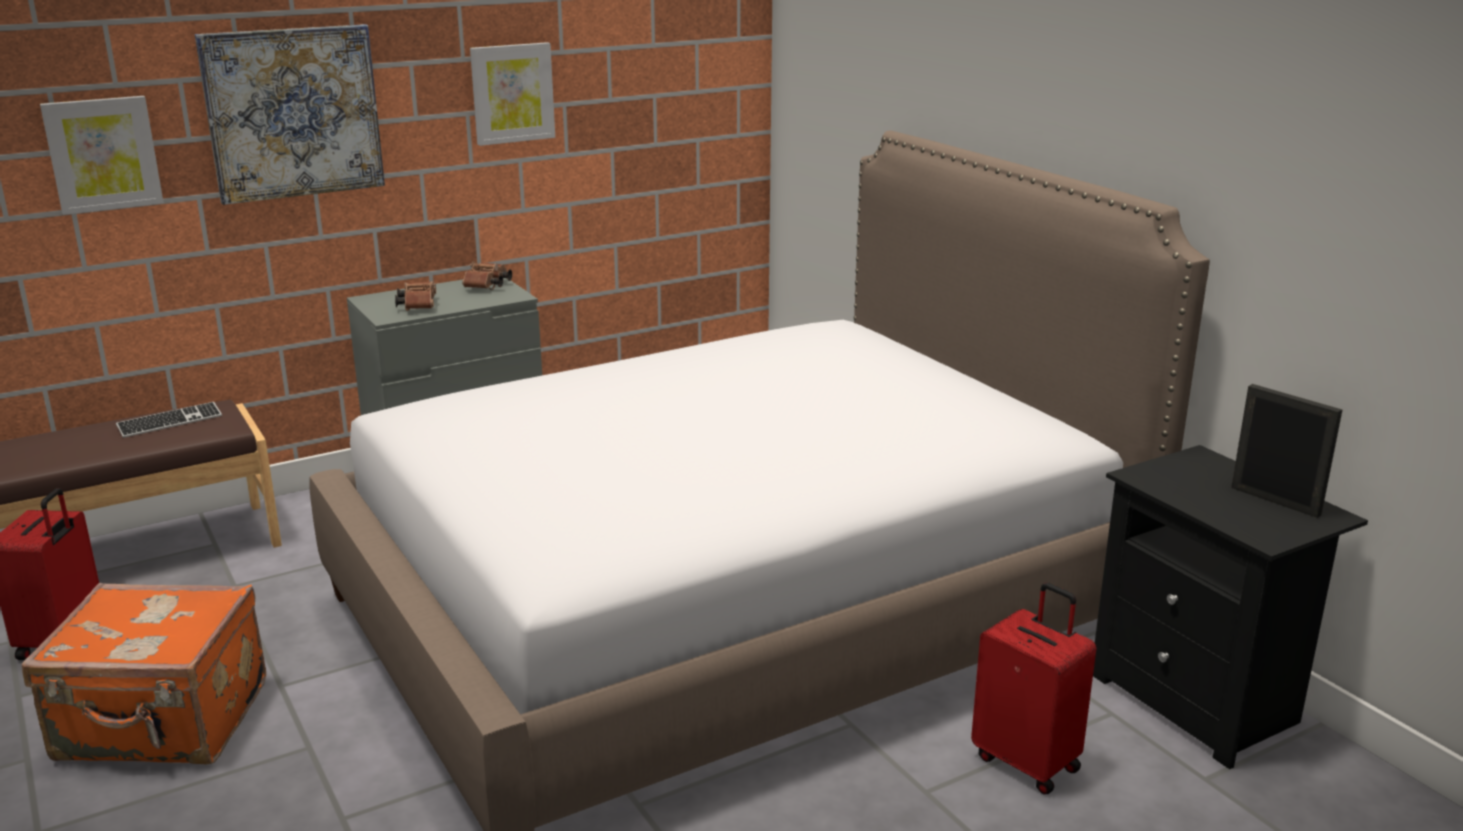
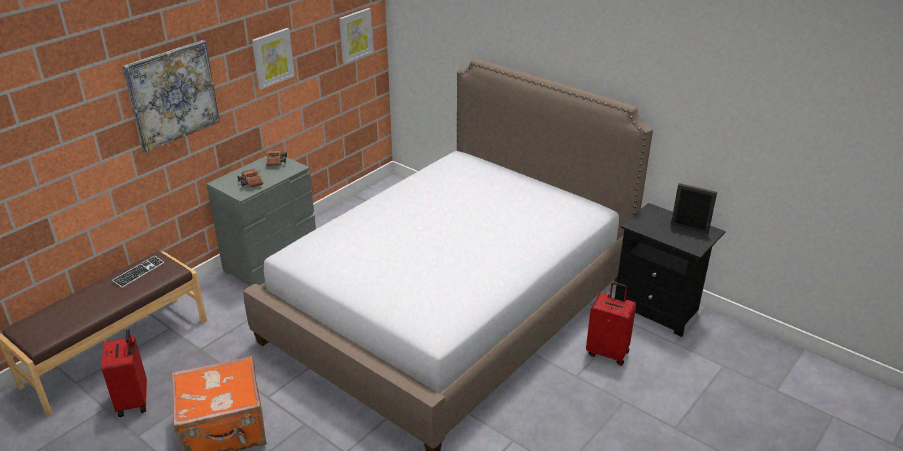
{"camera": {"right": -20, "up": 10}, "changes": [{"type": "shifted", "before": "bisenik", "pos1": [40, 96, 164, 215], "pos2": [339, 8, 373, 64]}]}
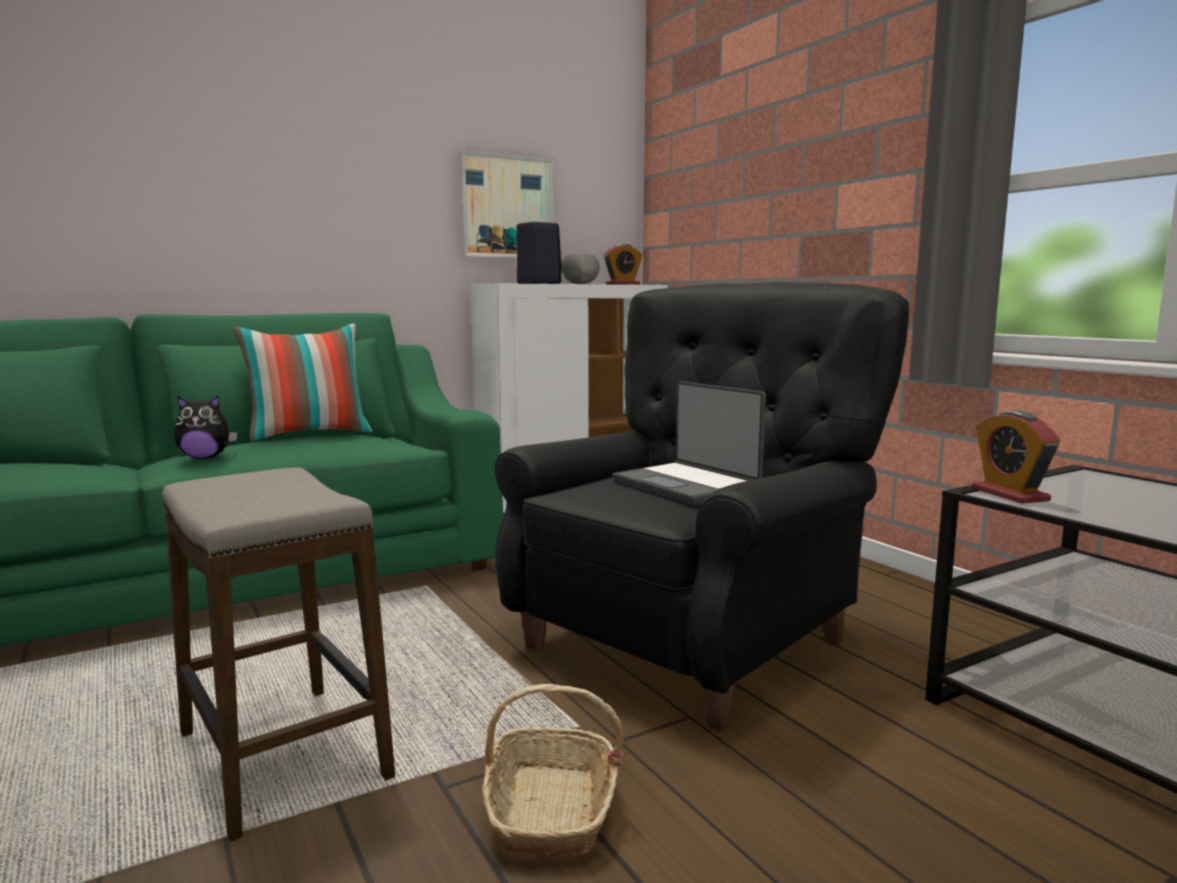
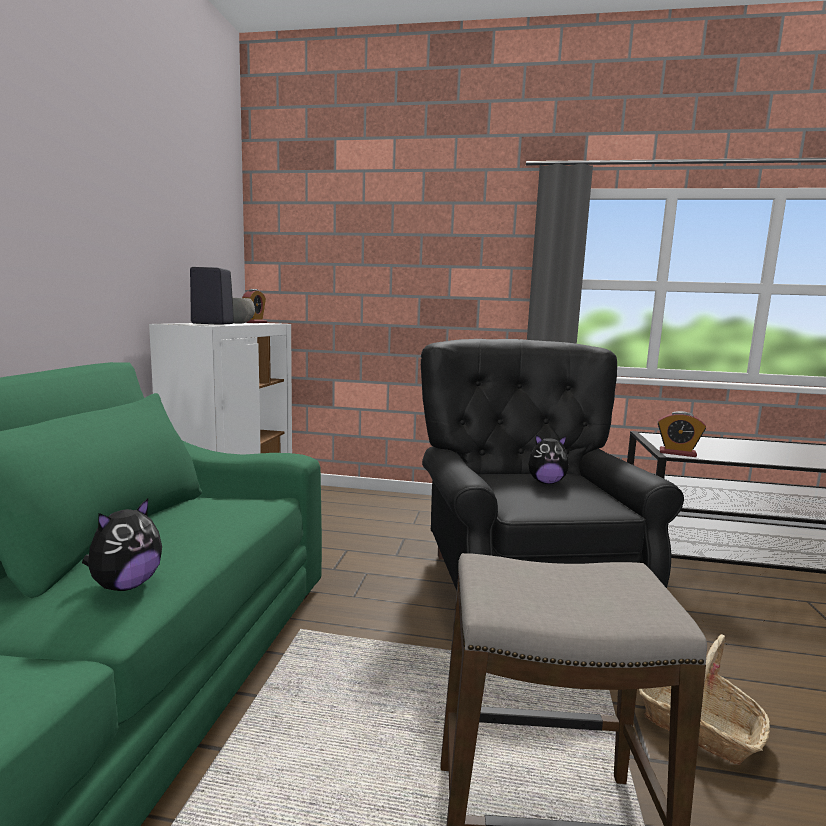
{"camera": {"right": -50, "up": 0}, "changes": [{"type": "gone", "before": "bisenik", "pos1": [459, 150, 554, 258]}, {"type": "gone", "before": "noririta", "pos1": [233, 324, 372, 442]}, {"type": "swapped", "before": "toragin", "after": "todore", "pos1": [612, 381, 766, 505], "pos2": [528, 434, 569, 484]}]}
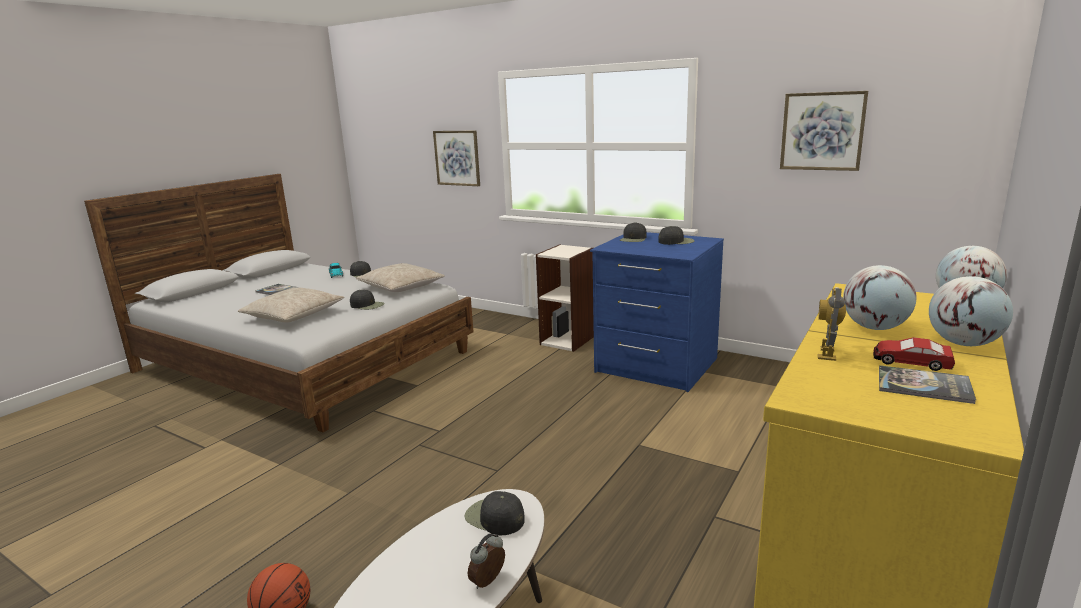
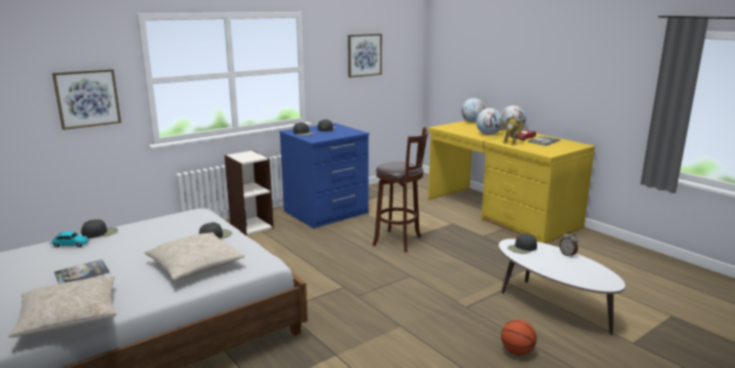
{"camera": {"right": -70, "up": 0}, "changes": [{"type": "shifted", "before": "beige noririta", "pos1": [356, 263, 445, 292], "pos2": [8, 276, 117, 338]}, {"type": "new", "after": "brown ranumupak", "pos2": [372, 127, 429, 253]}]}
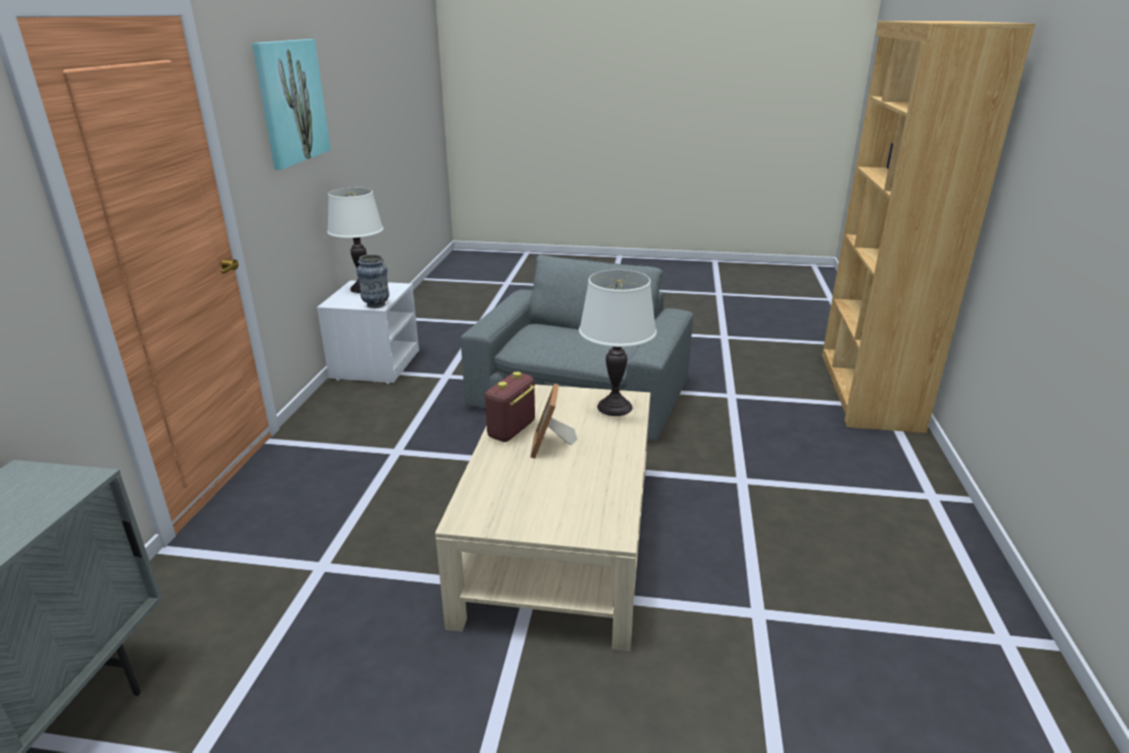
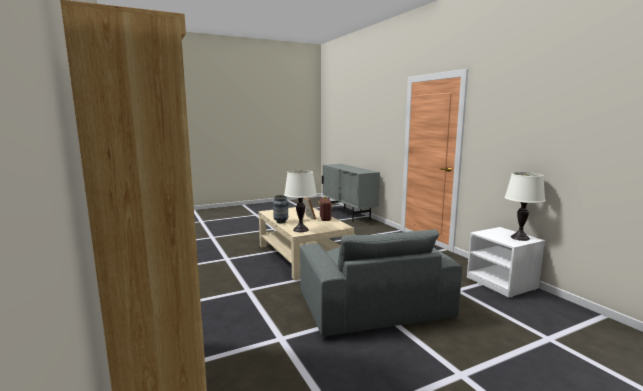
{"camera": {"right": 145, "up": -15}, "changes": [{"type": "gone", "before": "bisenik", "pos1": [252, 39, 331, 170]}, {"type": "shifted", "before": "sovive", "pos1": [357, 254, 389, 308], "pos2": [273, 195, 289, 223]}]}
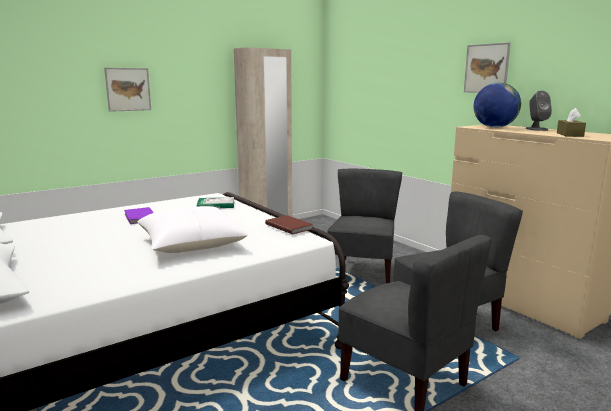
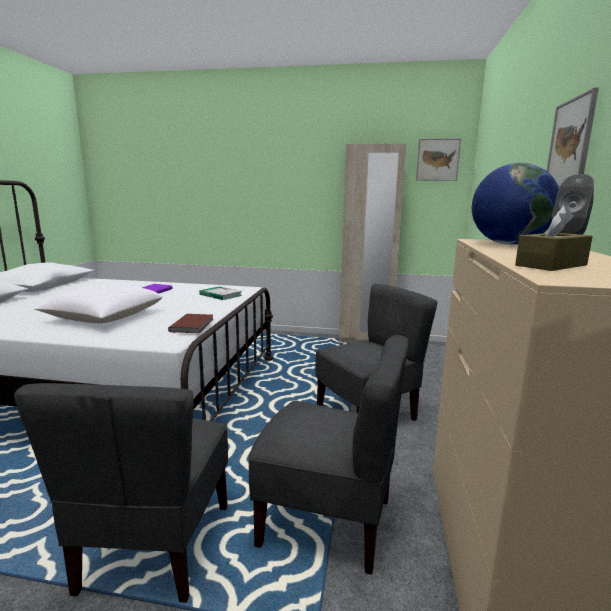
{"camera": {"right": 45, "up": 0}, "changes": [{"type": "shifted", "before": "bisenik", "pos1": [104, 68, 151, 112], "pos2": [416, 138, 461, 181]}]}
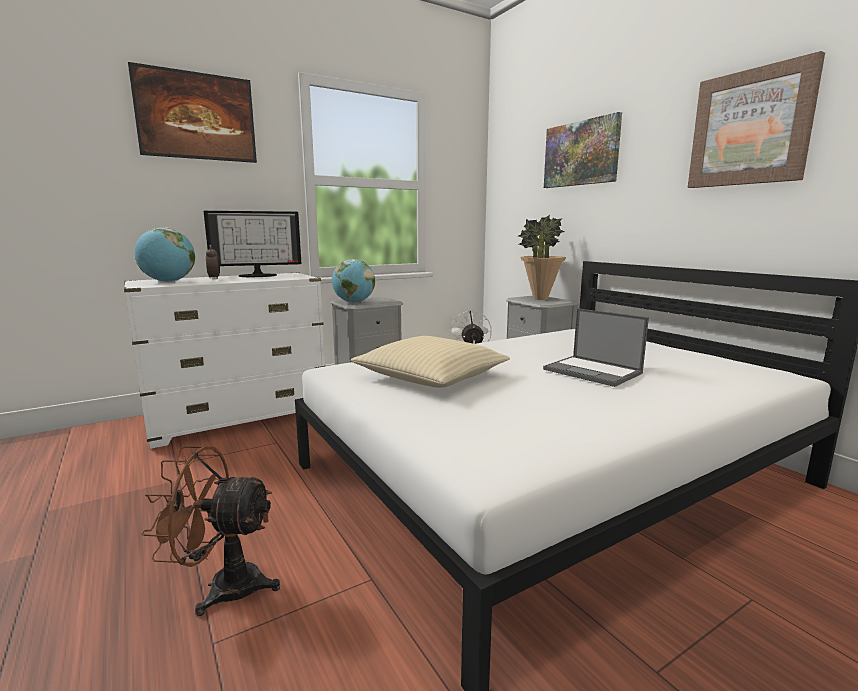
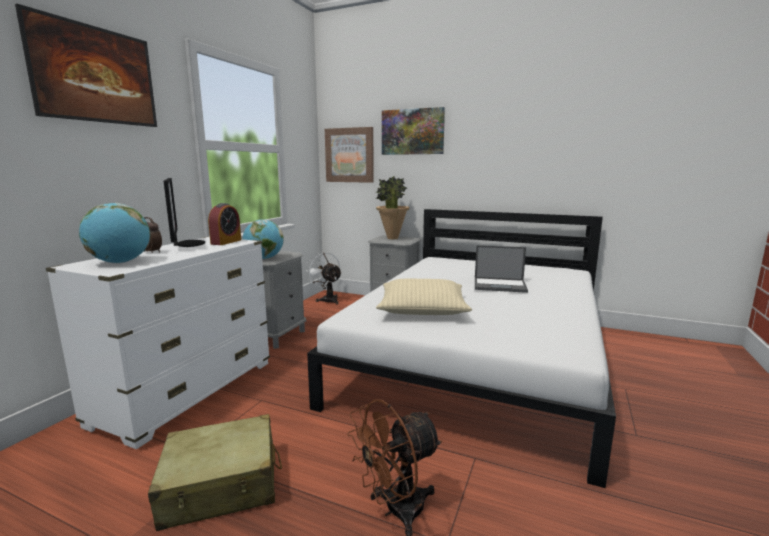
{"camera": {"right": -35, "up": 0}, "changes": [{"type": "shifted", "before": "bisenik", "pos1": [688, 51, 825, 188], "pos2": [325, 127, 374, 183]}, {"type": "rotated", "before": "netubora", "pos1": [203, 211, 302, 277], "pos2": [164, 178, 205, 247], "turn": -60}, {"type": "new", "after": "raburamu", "pos2": [208, 203, 241, 245]}, {"type": "new", "after": "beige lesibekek", "pos2": [148, 414, 282, 531]}]}
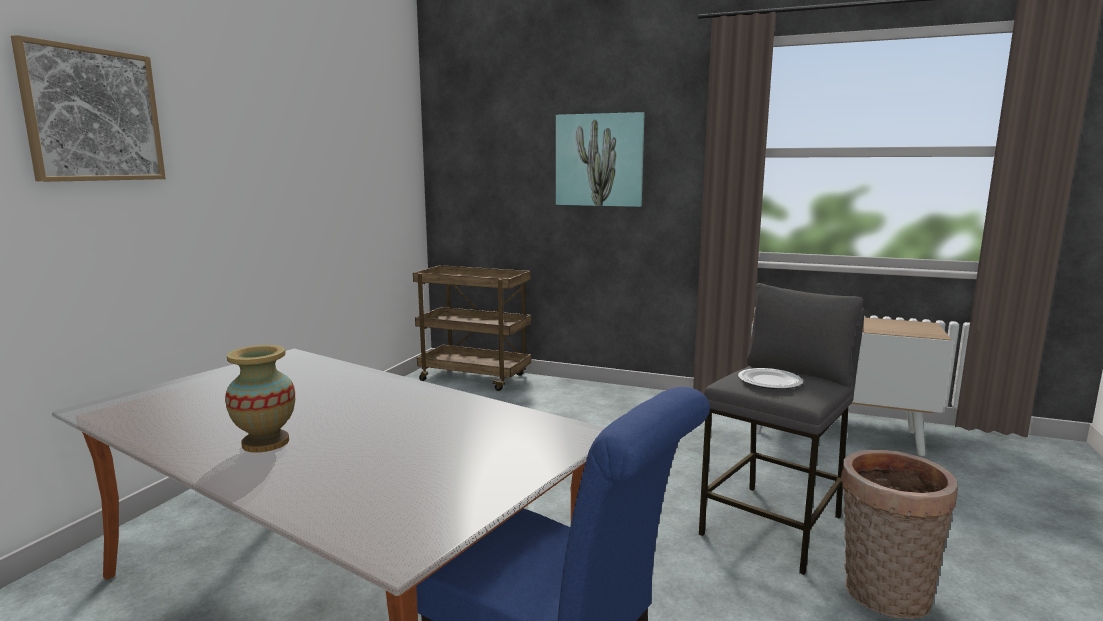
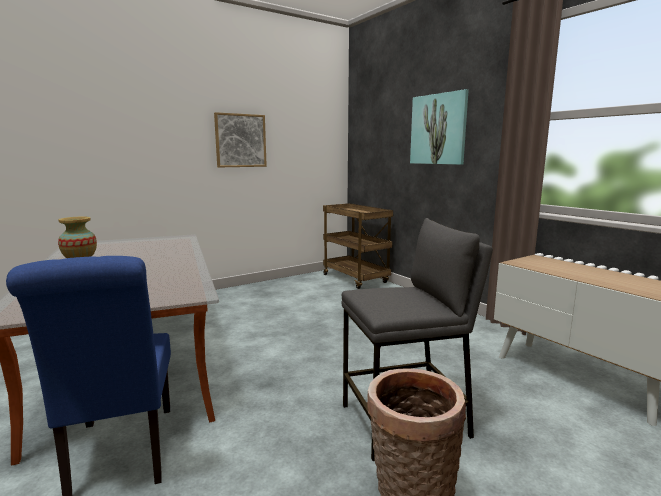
{"camera": {"right": 35, "up": 0}, "changes": [{"type": "shifted", "before": "bisenik", "pos1": [11, 35, 166, 182], "pos2": [214, 112, 267, 167]}, {"type": "gone", "before": "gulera", "pos1": [738, 368, 803, 389]}]}
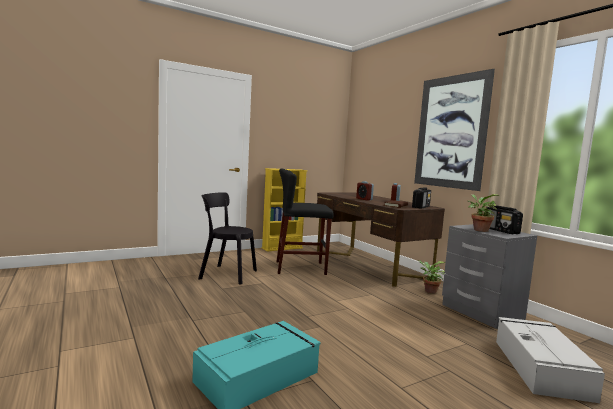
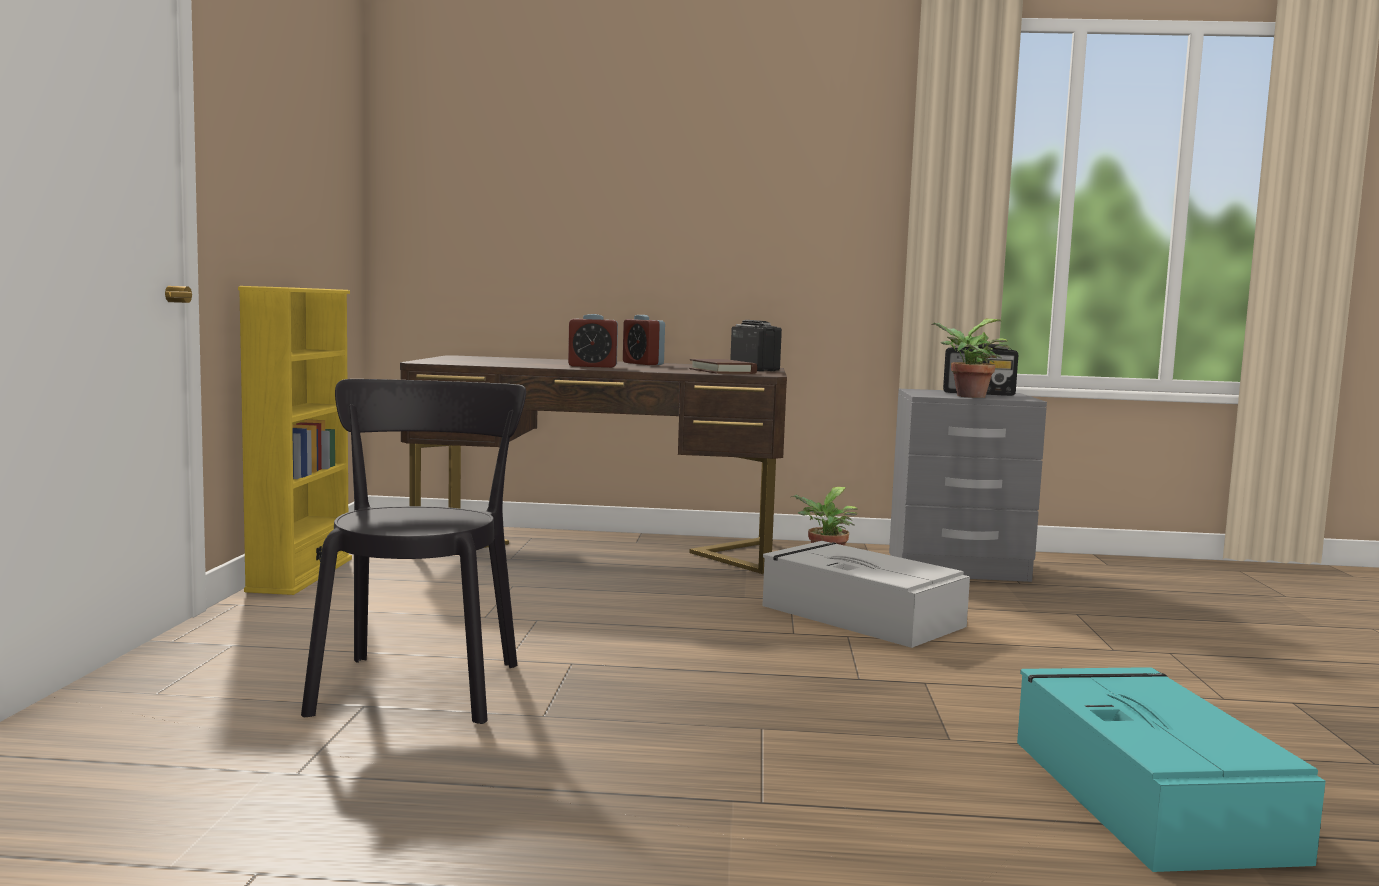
{"camera": {"right": -55, "up": 0}, "changes": [{"type": "gone", "before": "bisenik", "pos1": [414, 69, 495, 191]}, {"type": "gone", "before": "black ranumupak", "pos1": [276, 168, 334, 275]}, {"type": "rotated", "before": "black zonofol", "pos1": [198, 192, 257, 285], "pos2": [301, 379, 526, 724], "turn": 135}, {"type": "shifted", "before": "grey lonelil", "pos1": [496, 317, 605, 403], "pos2": [762, 541, 970, 648]}]}
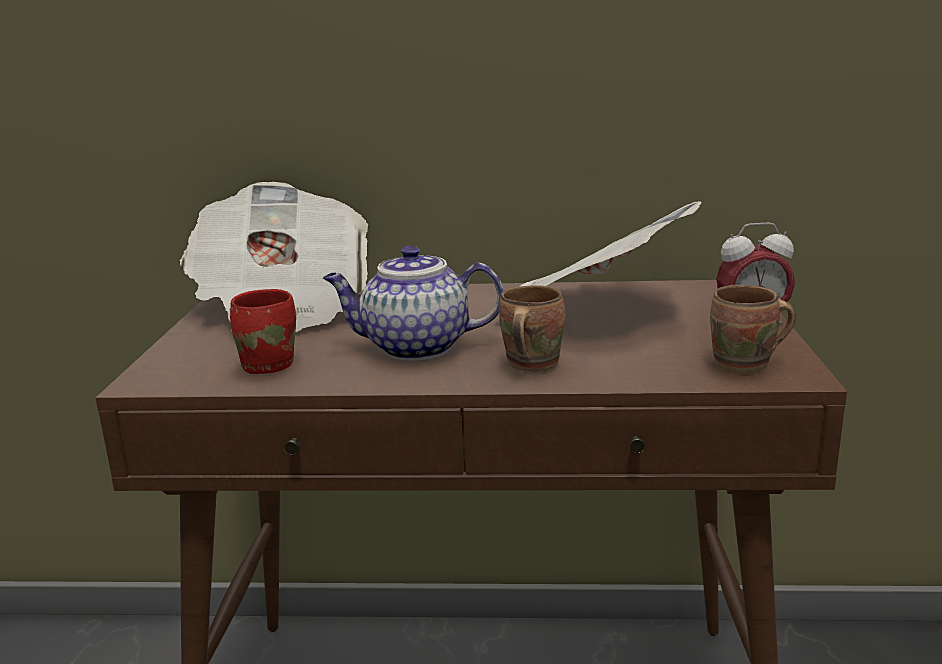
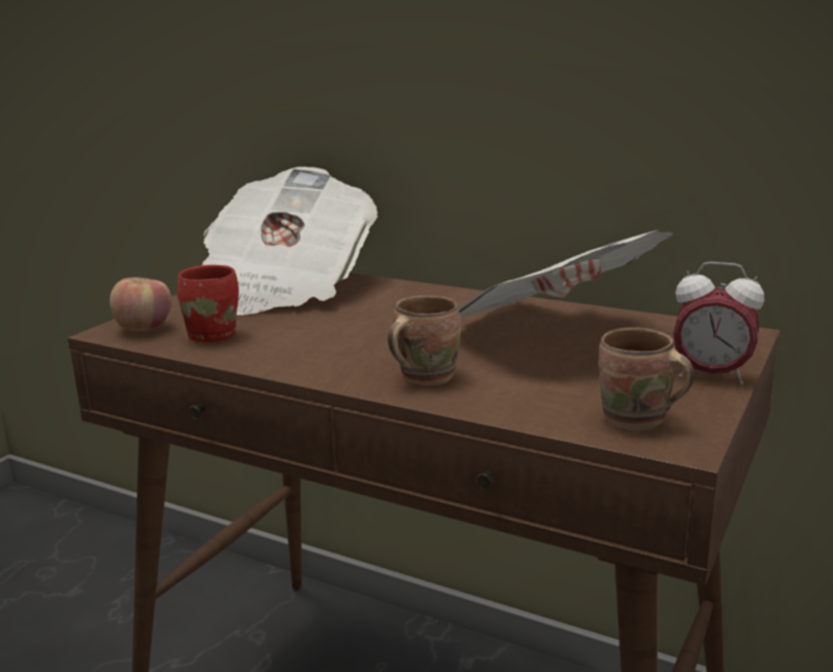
{"camera": {"right": 25, "up": 0}, "changes": [{"type": "gone", "before": "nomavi", "pos1": [323, 245, 503, 360]}, {"type": "new", "after": "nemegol", "pos2": [110, 277, 172, 331]}]}
